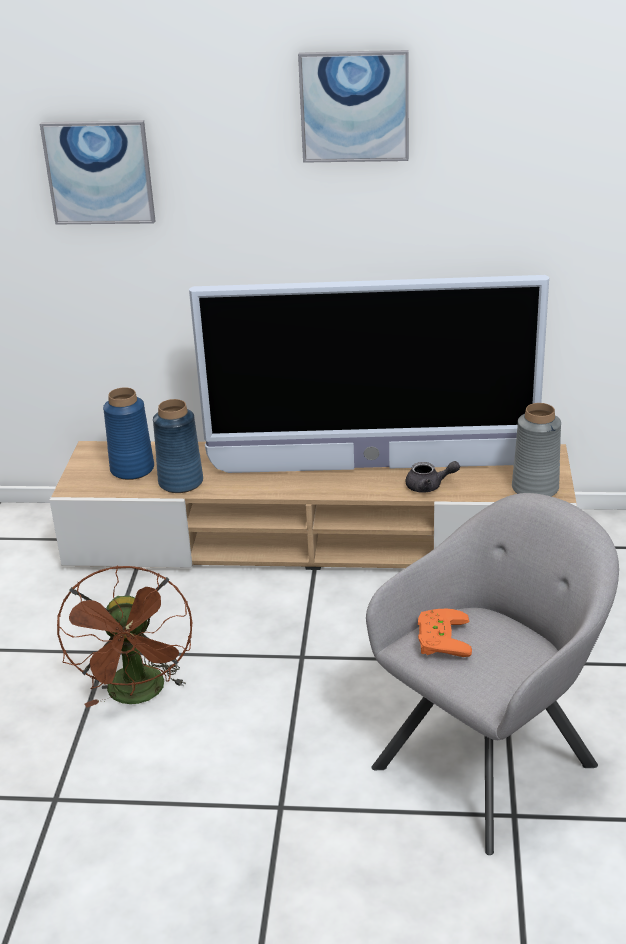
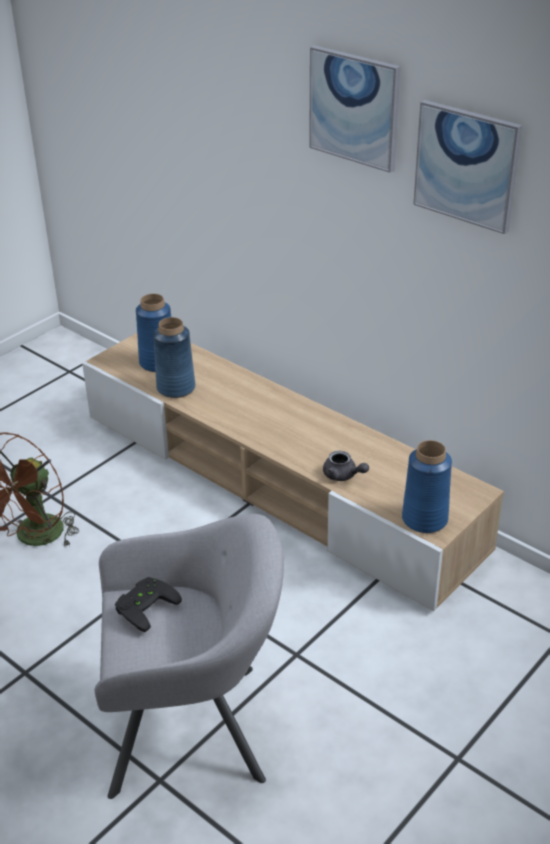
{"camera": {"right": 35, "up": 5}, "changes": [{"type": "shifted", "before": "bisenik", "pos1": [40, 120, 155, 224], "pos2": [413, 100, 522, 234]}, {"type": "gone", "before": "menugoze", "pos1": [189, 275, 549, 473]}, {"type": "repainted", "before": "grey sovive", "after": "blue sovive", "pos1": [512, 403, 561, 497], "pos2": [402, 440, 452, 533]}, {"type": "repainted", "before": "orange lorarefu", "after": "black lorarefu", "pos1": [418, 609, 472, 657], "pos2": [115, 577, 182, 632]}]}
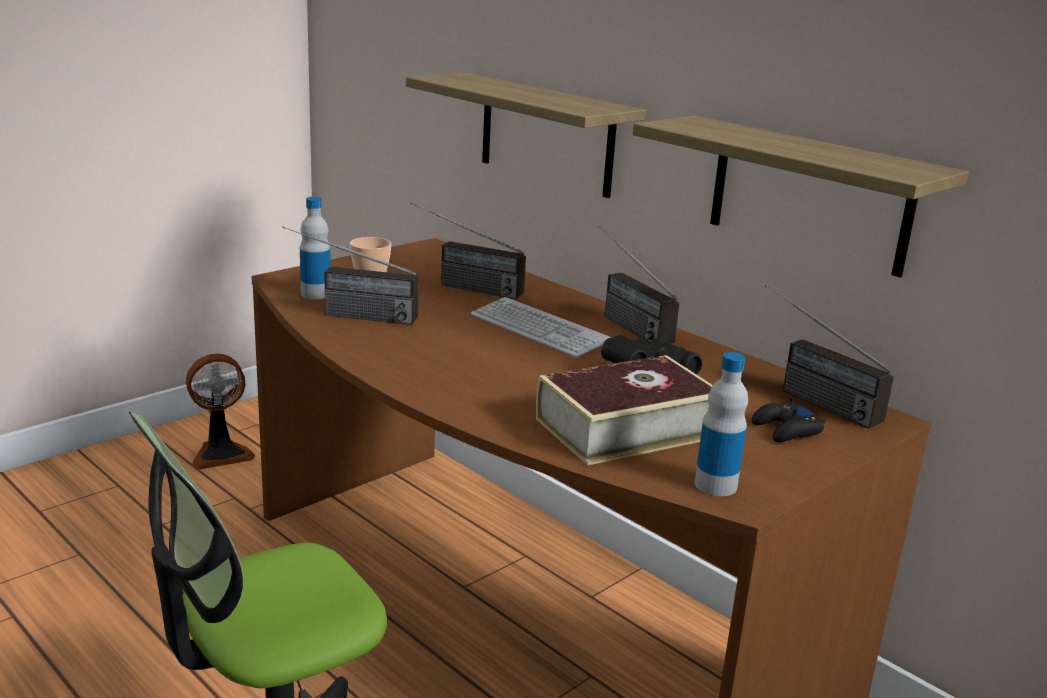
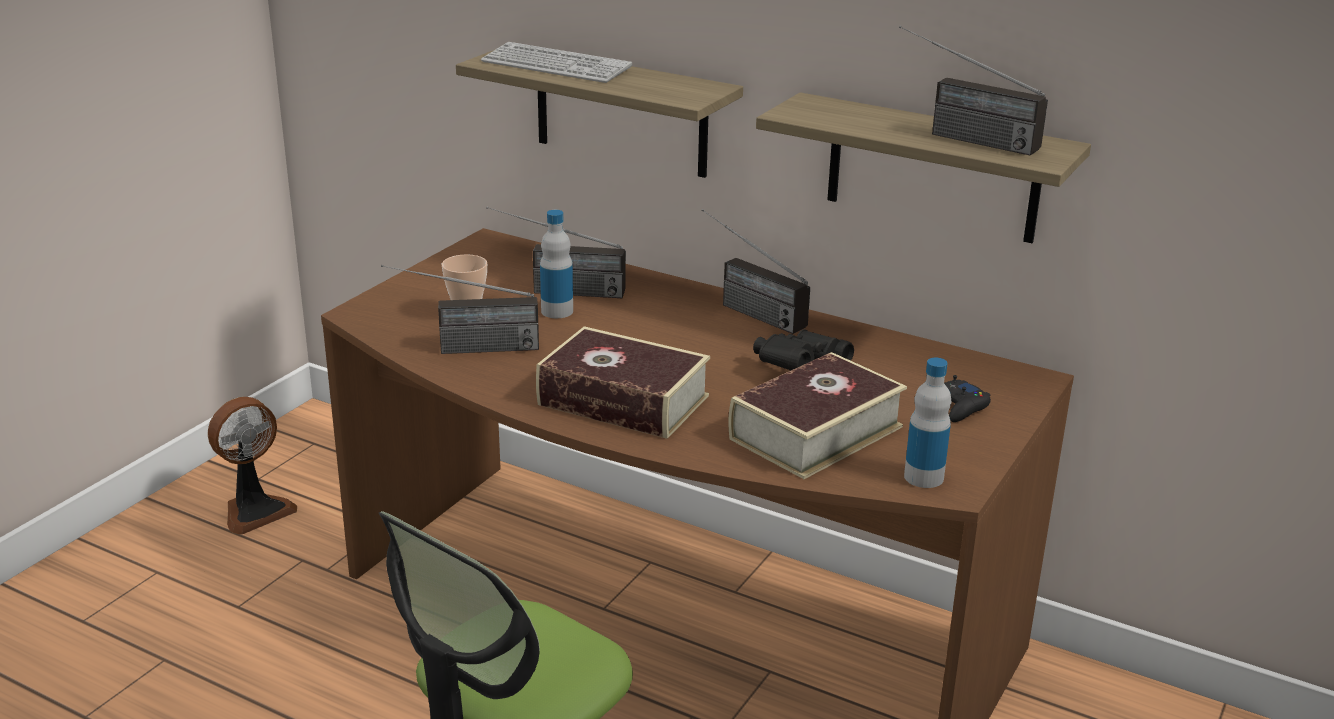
{"camera": {"right": -15, "up": 5}, "changes": [{"type": "shifted", "before": "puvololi", "pos1": [300, 197, 331, 299], "pos2": [540, 210, 573, 318]}, {"type": "shifted", "before": "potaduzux", "pos1": [765, 284, 894, 428], "pos2": [899, 26, 1048, 155]}, {"type": "shifted", "before": "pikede", "pos1": [471, 297, 611, 357], "pos2": [481, 42, 632, 83]}, {"type": "new", "after": "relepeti", "pos2": [536, 326, 710, 439]}]}
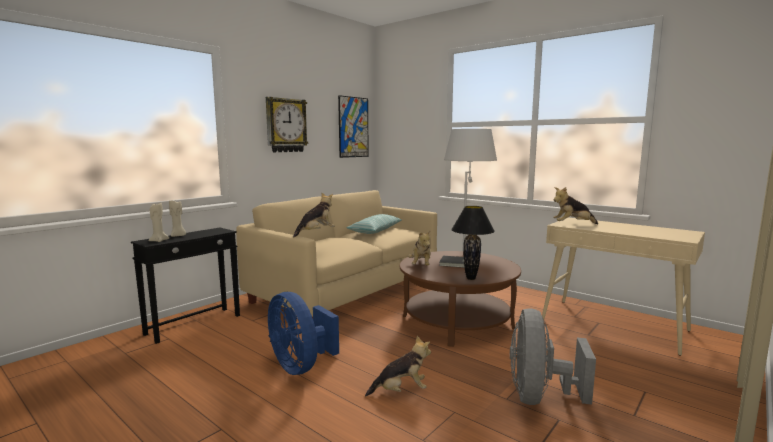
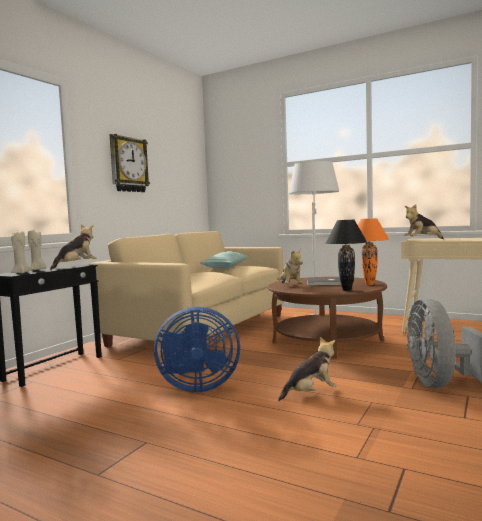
{"camera": {"right": -10, "up": -5}, "changes": [{"type": "gone", "before": "bisenik", "pos1": [338, 95, 369, 158]}, {"type": "shifted", "before": "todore", "pos1": [293, 193, 335, 237], "pos2": [50, 225, 97, 270]}, {"type": "rotated", "before": "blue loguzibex", "pos1": [268, 292, 339, 375], "pos2": [154, 307, 240, 392], "turn": -45}, {"type": "new", "after": "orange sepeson", "pos2": [358, 218, 389, 285]}]}
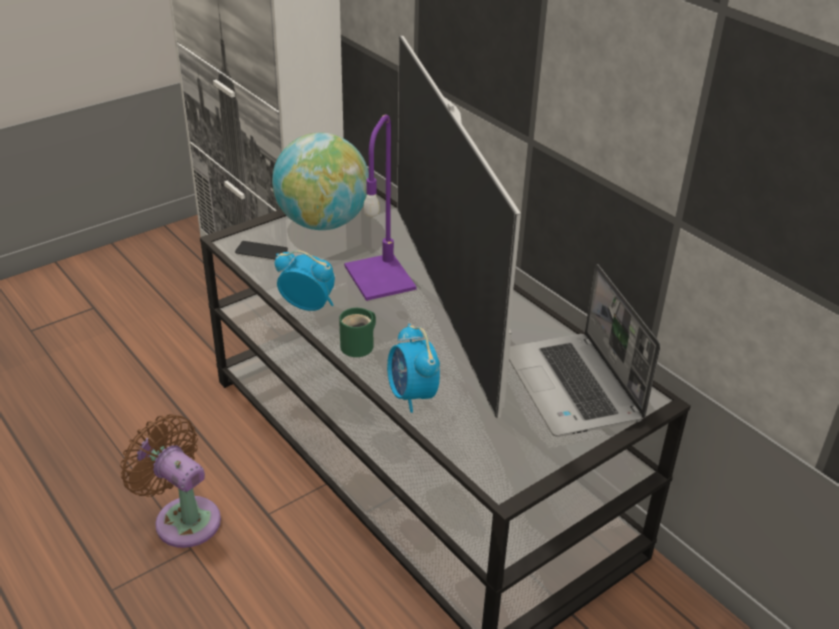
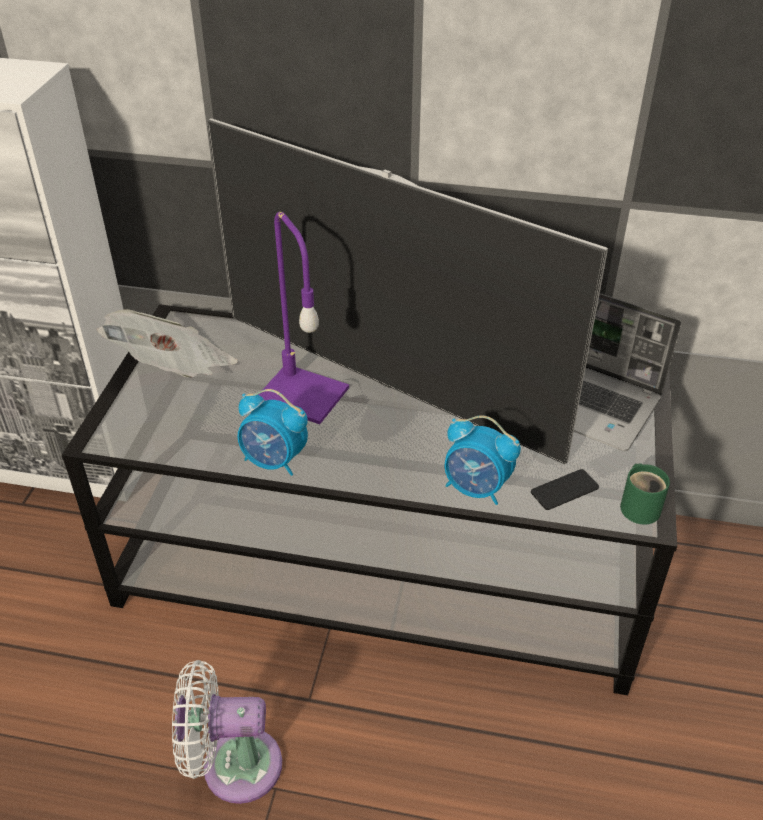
{"camera": {"right": -40, "up": 5}, "changes": [{"type": "swapped", "before": "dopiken", "after": "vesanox", "pos1": [272, 133, 369, 230], "pos2": [96, 309, 237, 378]}, {"type": "shifted", "before": "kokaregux", "pos1": [235, 241, 288, 259], "pos2": [531, 469, 599, 510]}, {"type": "rotated", "before": "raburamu", "pos1": [275, 250, 335, 311], "pos2": [238, 389, 308, 476], "turn": -135}, {"type": "shifted", "before": "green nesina", "pos1": [339, 308, 376, 357], "pos2": [620, 463, 670, 525]}, {"type": "repainted", "before": "brown loguzibex", "after": "white loguzibex", "pos1": [120, 414, 221, 548], "pos2": [172, 660, 282, 804]}]}
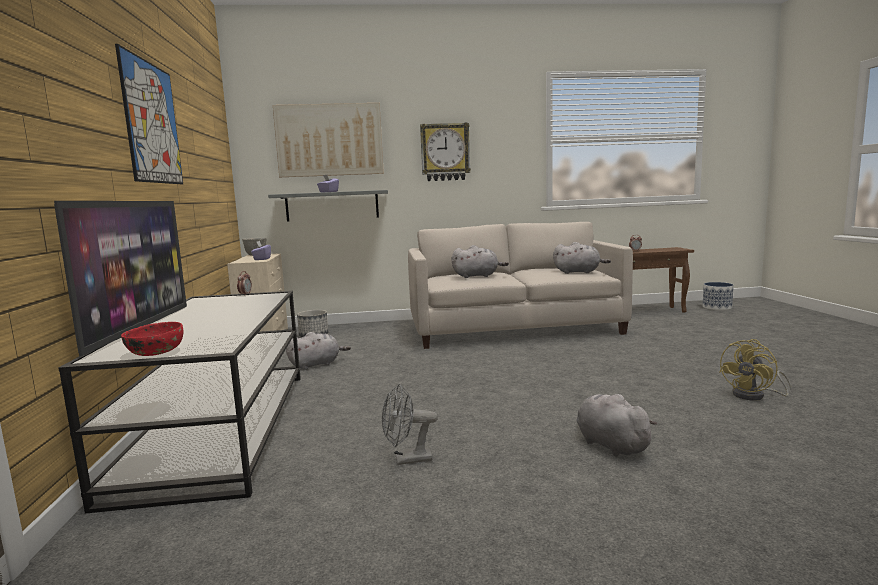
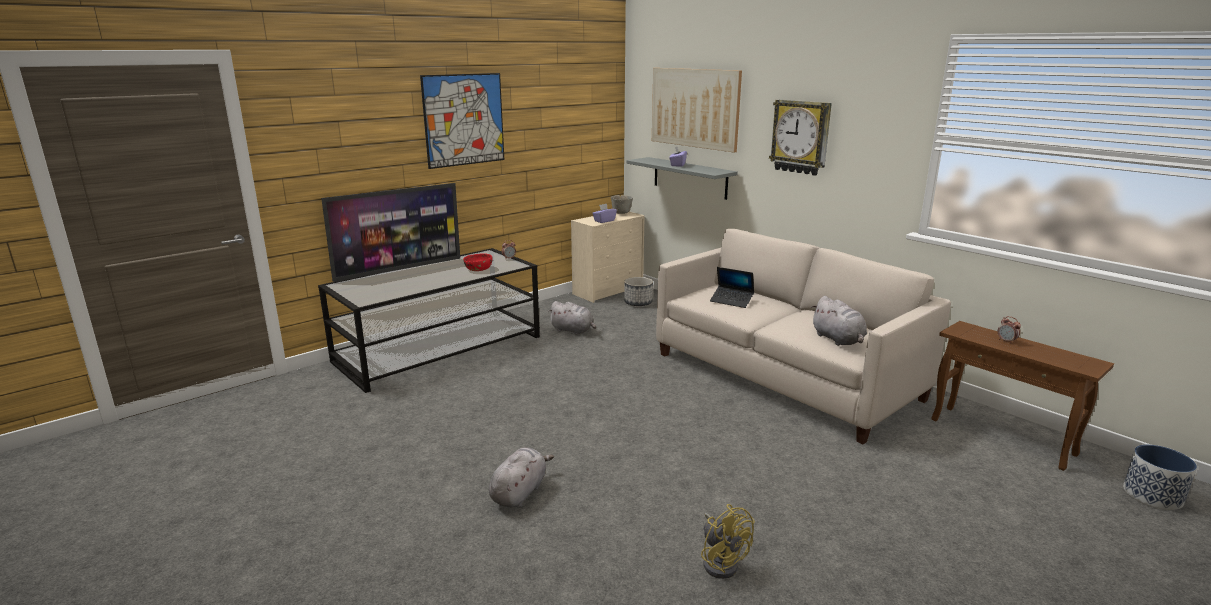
{"camera": {"right": 55, "up": 10}, "changes": [{"type": "swapped", "before": "grey todore", "after": "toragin", "pos1": [452, 245, 509, 278], "pos2": [710, 267, 754, 308]}, {"type": "shifted", "before": "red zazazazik", "pos1": [121, 322, 183, 356], "pos2": [463, 253, 492, 271]}, {"type": "rotated", "before": "yellow loguzibex", "pos1": [719, 339, 792, 401], "pos2": [701, 504, 755, 579], "turn": -135}, {"type": "gone", "before": "grey loguzibex", "pos1": [382, 384, 438, 465]}]}
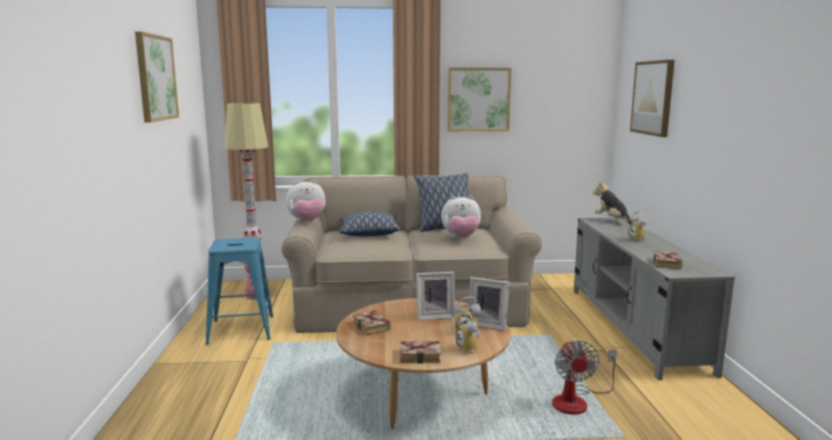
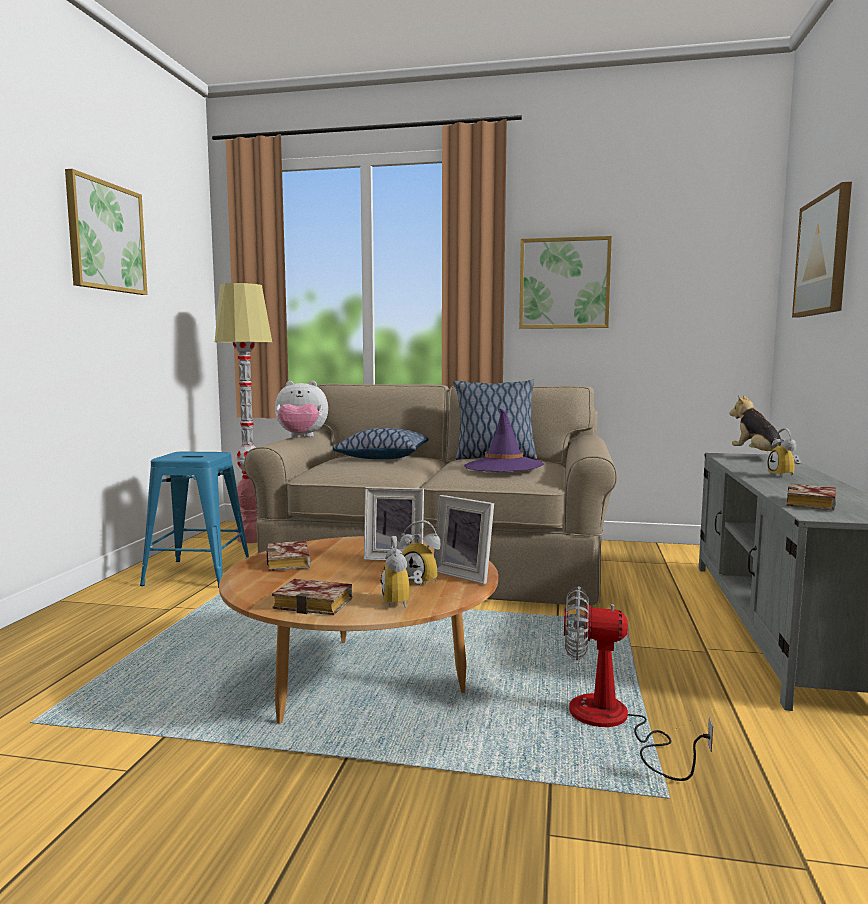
{"camera": {"right": 15, "up": -5}, "changes": [{"type": "swapped", "before": "todore", "after": "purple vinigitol", "pos1": [441, 195, 481, 238], "pos2": [464, 408, 544, 472]}, {"type": "rotated", "before": "loguzibex", "pos1": [552, 340, 617, 414], "pos2": [564, 586, 713, 781], "turn": 90}]}
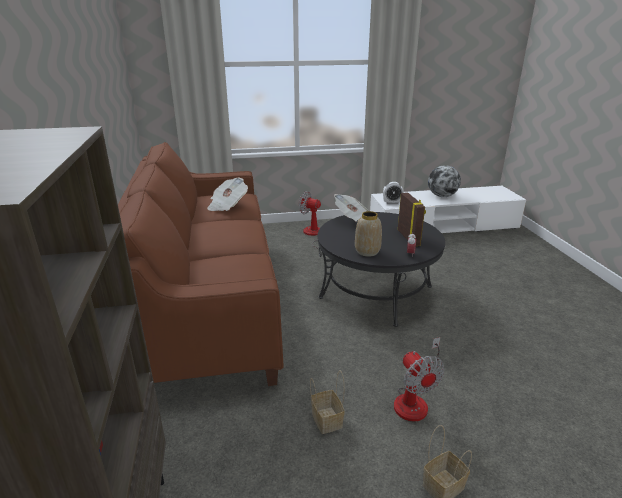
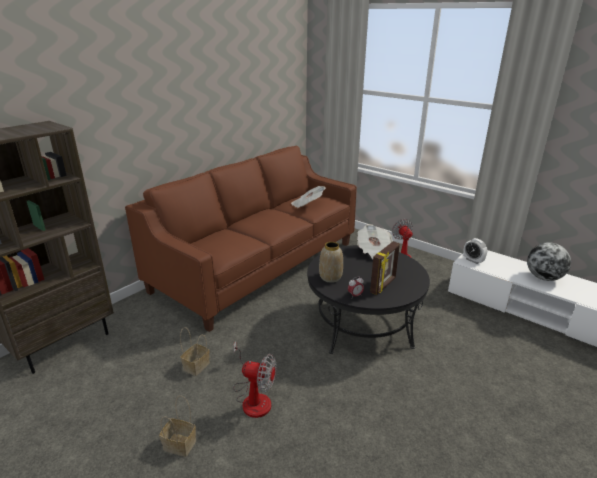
{"camera": {"right": 50, "up": 0}, "changes": [{"type": "rotated", "before": "loguzibex", "pos1": [394, 337, 444, 421], "pos2": [233, 341, 276, 418], "turn": -105}]}
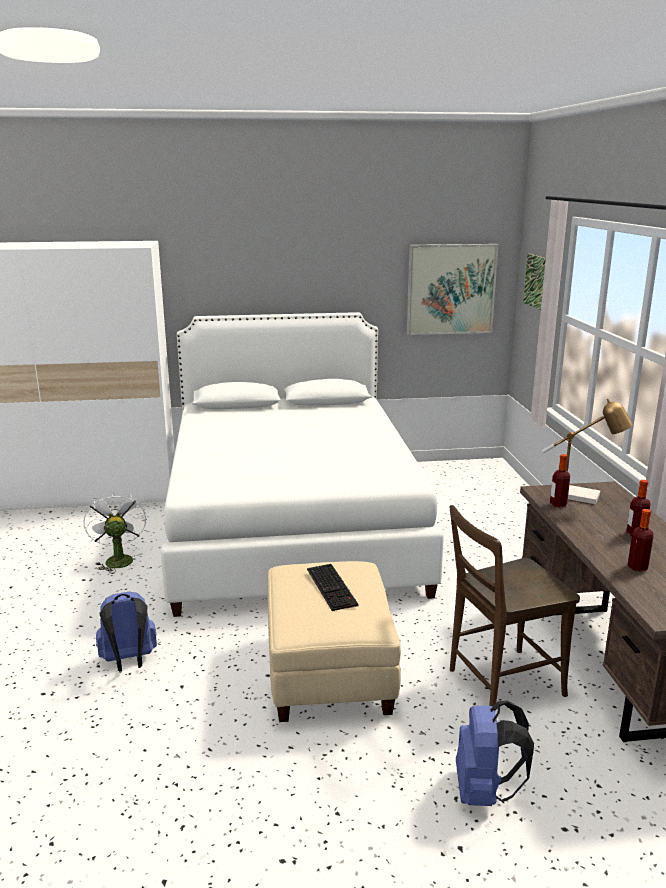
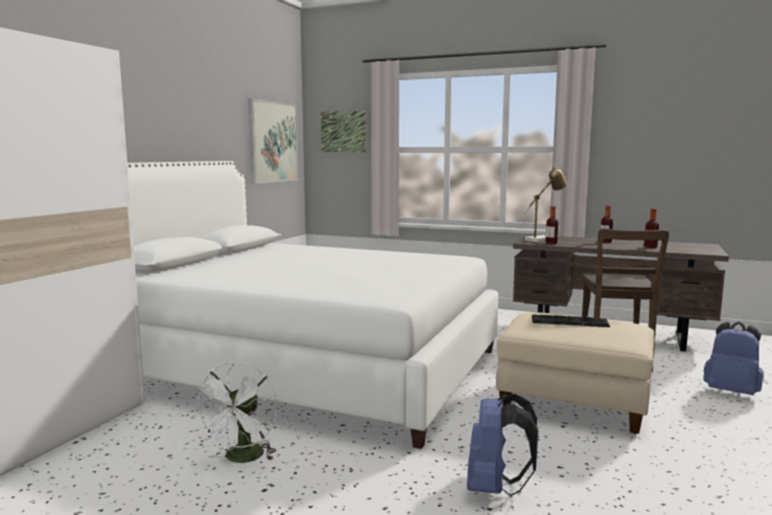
{"camera": {"right": -60, "up": -10}, "changes": [{"type": "rotated", "before": "white loguzibex", "pos1": [83, 491, 146, 573], "pos2": [192, 361, 277, 463], "turn": -90}]}
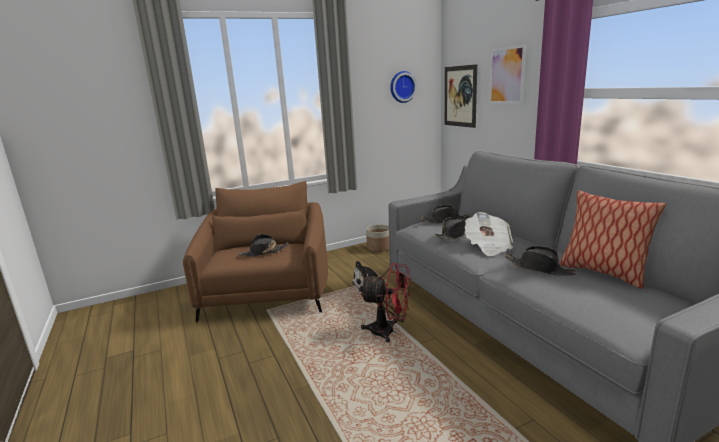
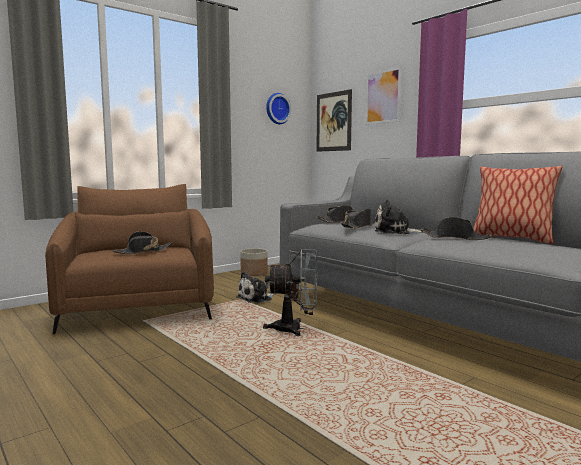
{"camera": {"right": -15, "up": -10}, "changes": [{"type": "swapped", "before": "vesanox", "after": "todore", "pos1": [464, 212, 513, 256], "pos2": [375, 200, 423, 234]}, {"type": "repainted", "before": "red loguzibex", "after": "grey loguzibex", "pos1": [360, 263, 411, 343], "pos2": [263, 249, 317, 336]}]}
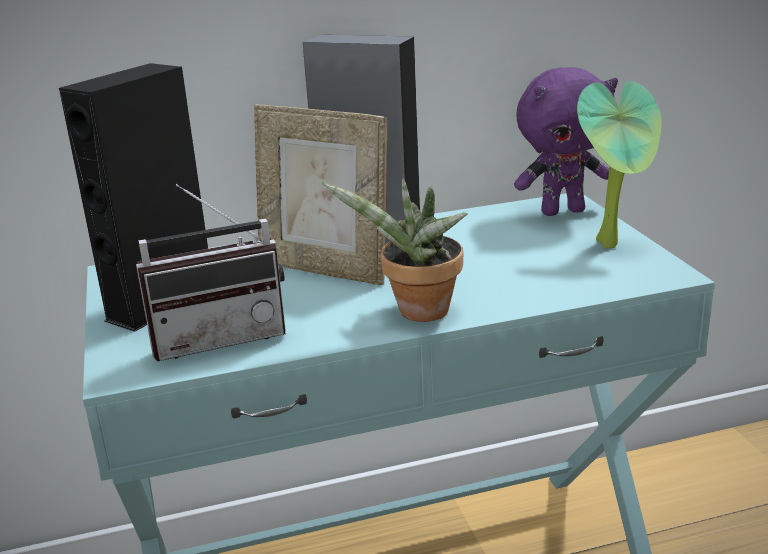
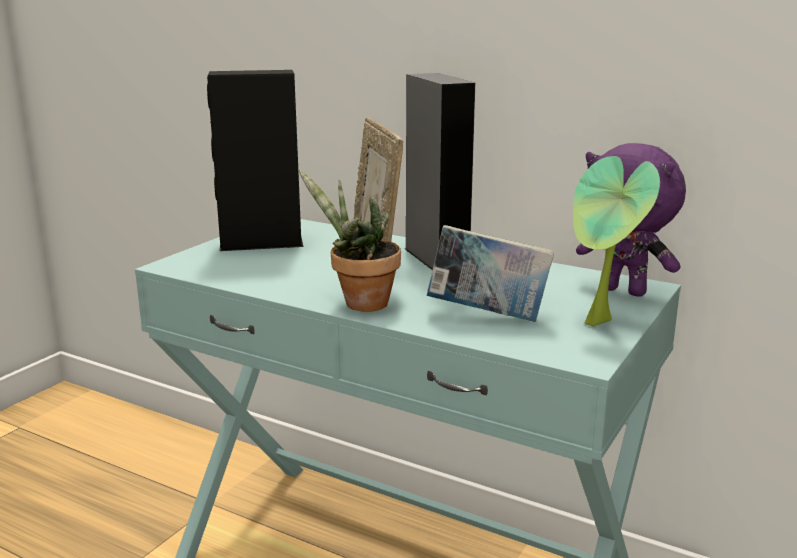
{"camera": {"right": 45, "up": -5}, "changes": [{"type": "gone", "before": "potaduzux", "pos1": [136, 184, 286, 361]}, {"type": "new", "after": "relepeti", "pos2": [427, 225, 554, 322]}]}
